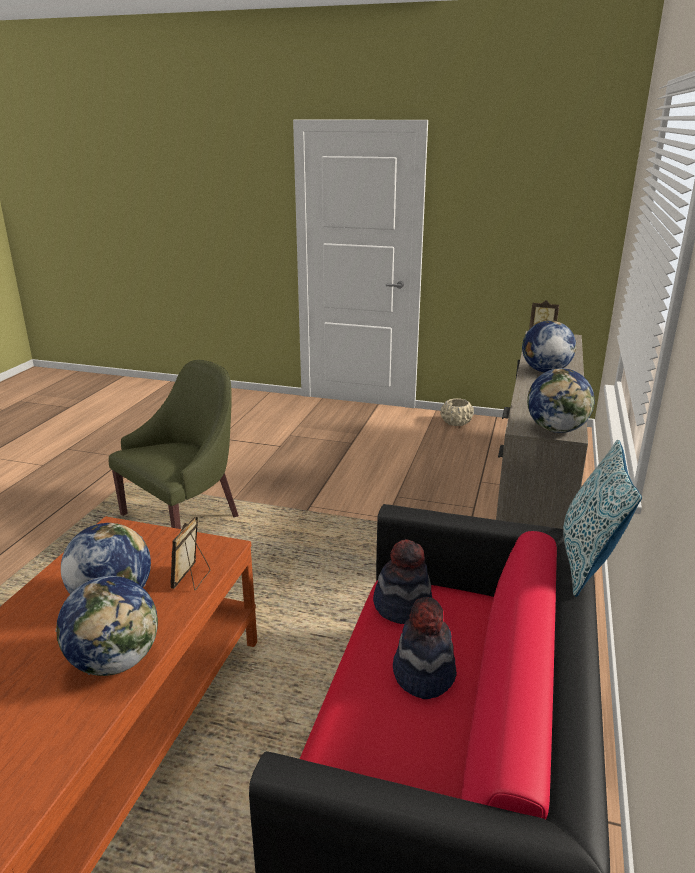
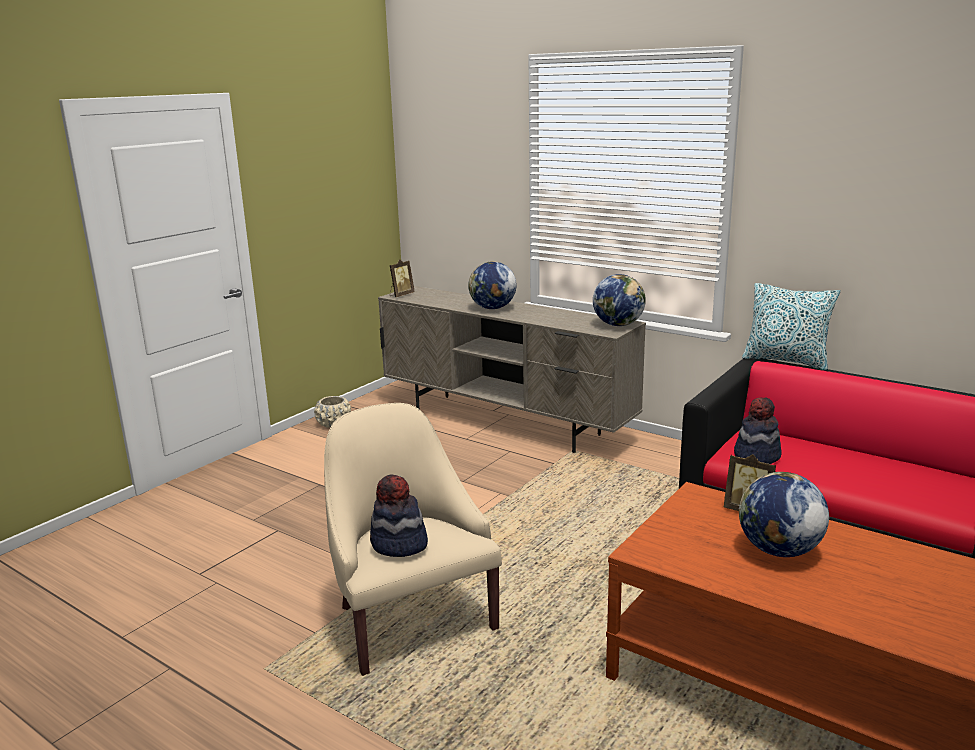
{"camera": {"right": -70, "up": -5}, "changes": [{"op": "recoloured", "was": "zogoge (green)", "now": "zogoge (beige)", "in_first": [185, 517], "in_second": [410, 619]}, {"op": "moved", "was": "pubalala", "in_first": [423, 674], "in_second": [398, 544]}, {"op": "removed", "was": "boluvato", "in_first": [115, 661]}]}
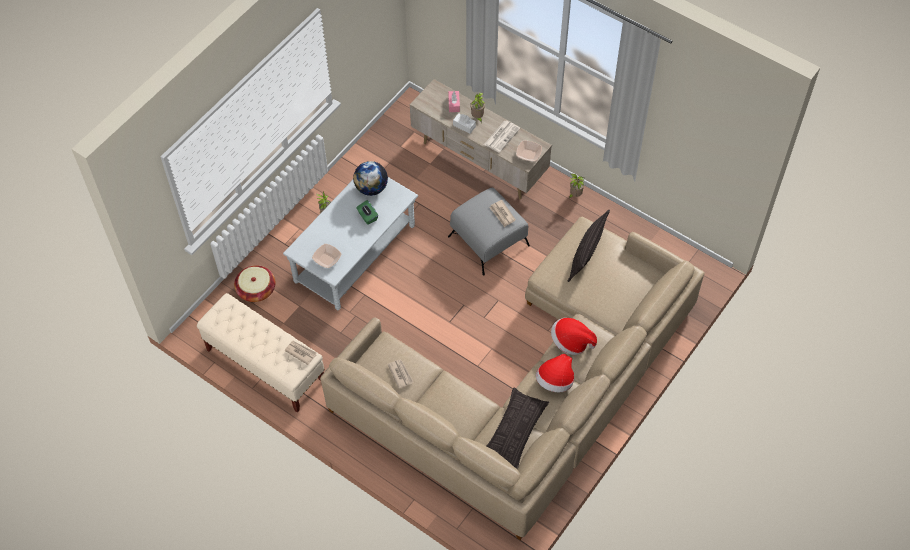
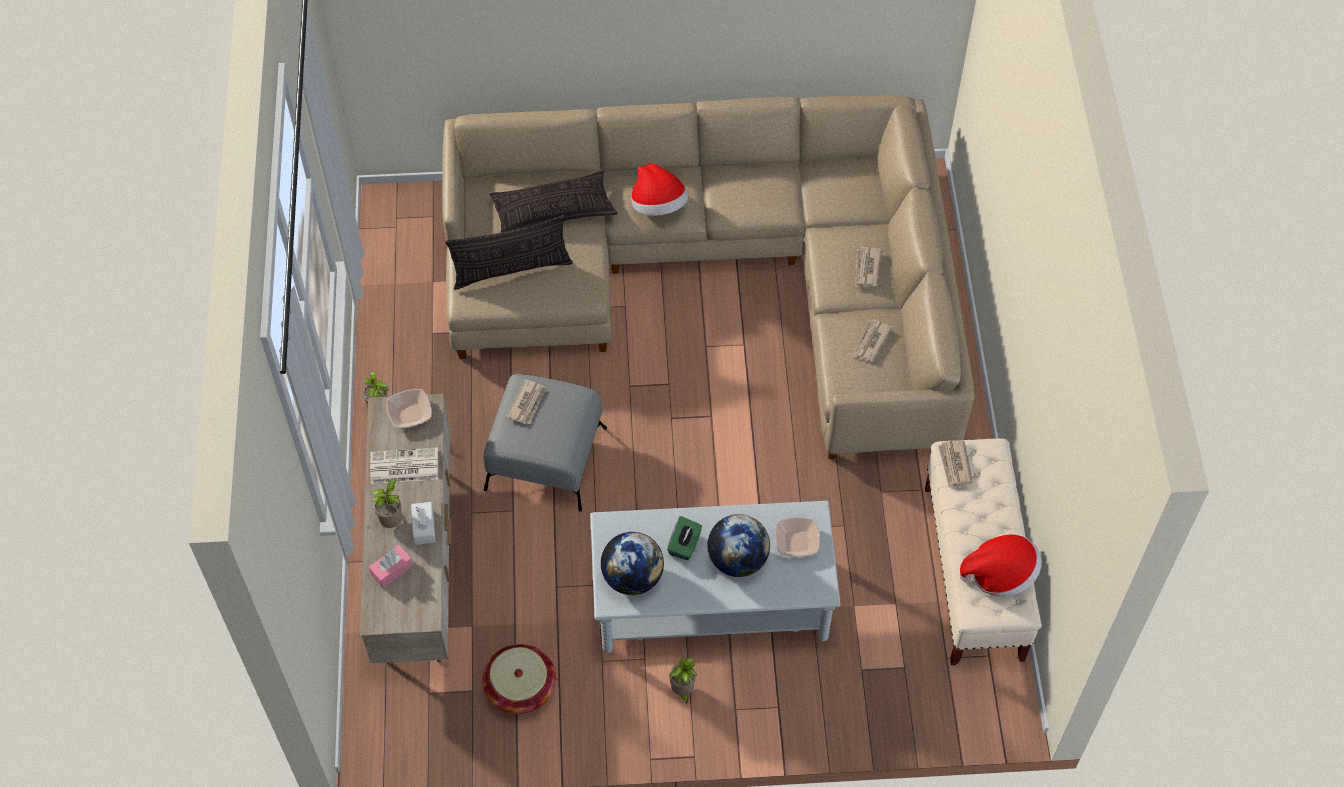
{"camera": {"right": -130, "up": 0}, "changes": [{"op": "moved", "was": "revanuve", "in_first": [256, 290], "in_second": [520, 687]}, {"op": "moved", "was": "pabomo", "in_first": [514, 431], "in_second": [553, 210]}, {"op": "added", "now": "boluvato", "in_second": [737, 560]}, {"op": "added", "now": "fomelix", "in_second": [867, 269]}, {"op": "moved", "was": "pubalala", "in_first": [555, 381], "in_second": [1000, 574]}]}
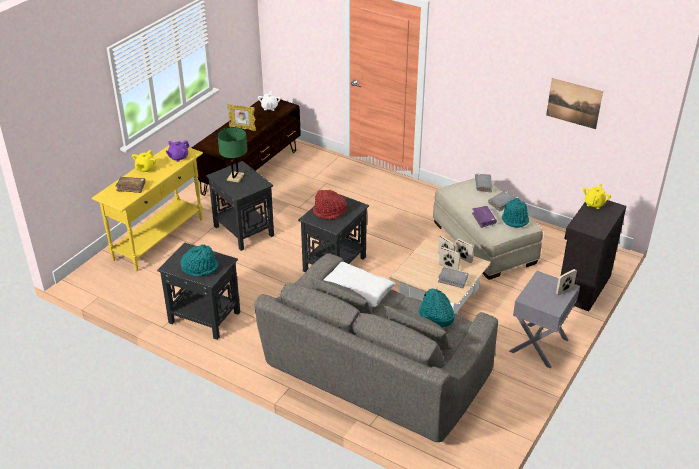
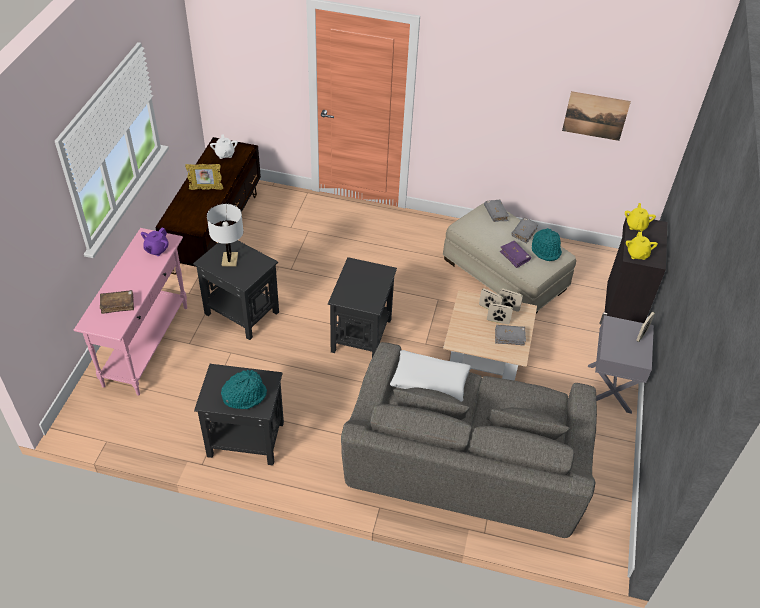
{"camera": {"right": -20, "up": 10}, "changes": [{"op": "recoloured", "was": "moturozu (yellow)", "now": "moturozu (pink)", "in_first": [159, 239], "in_second": [147, 345]}, {"op": "recoloured", "was": "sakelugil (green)", "now": "sakelugil (white)", "in_first": [235, 177], "in_second": [230, 259]}, {"op": "moved", "was": "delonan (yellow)", "in_first": [145, 169], "in_second": [637, 254]}, {"op": "removed", "was": "pubalala (red)", "in_first": [329, 212]}, {"op": "removed", "was": "pubalala (turquoise)", "in_first": [435, 317]}]}
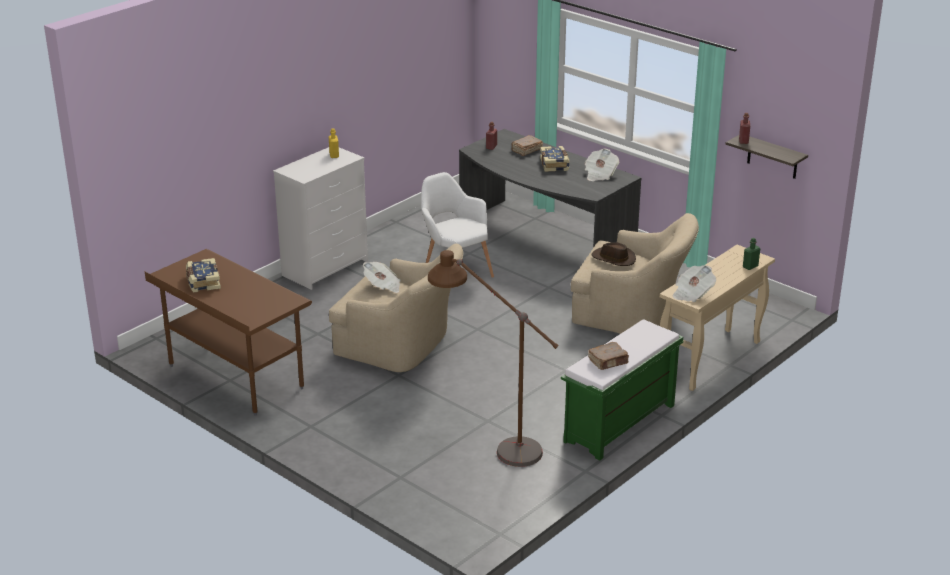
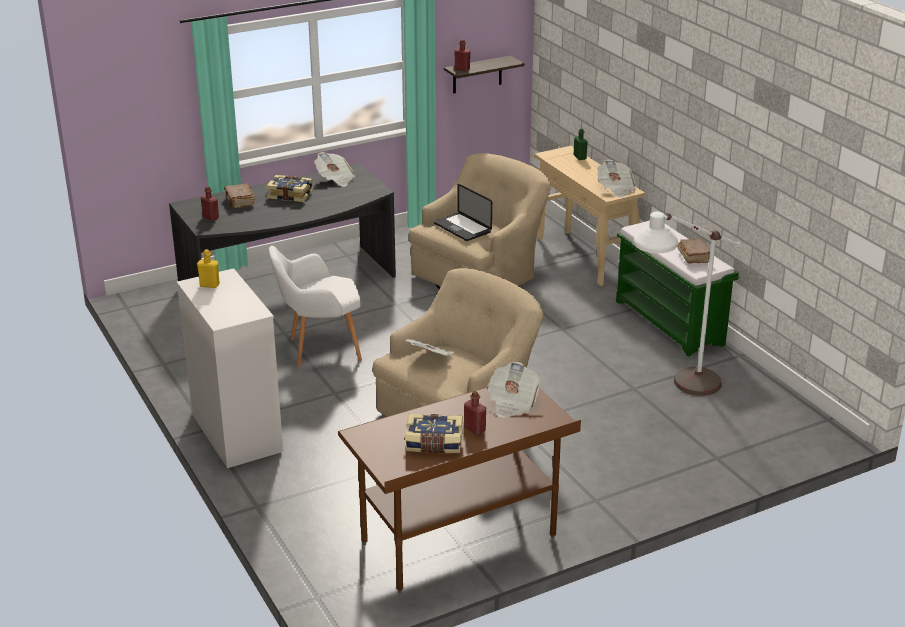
{"camera": {"right": -70, "up": 0}, "changes": [{"op": "replaced", "was": "pubalala (brown)", "now": "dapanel", "in_first": [613, 258], "in_second": [462, 228]}, {"op": "added", "now": "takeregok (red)", "in_second": [474, 429]}, {"op": "added", "now": "fomelix", "in_second": [512, 403]}, {"op": "recoloured", "was": "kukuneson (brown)", "now": "kukuneson (white)", "in_first": [490, 443], "in_second": [675, 394]}]}
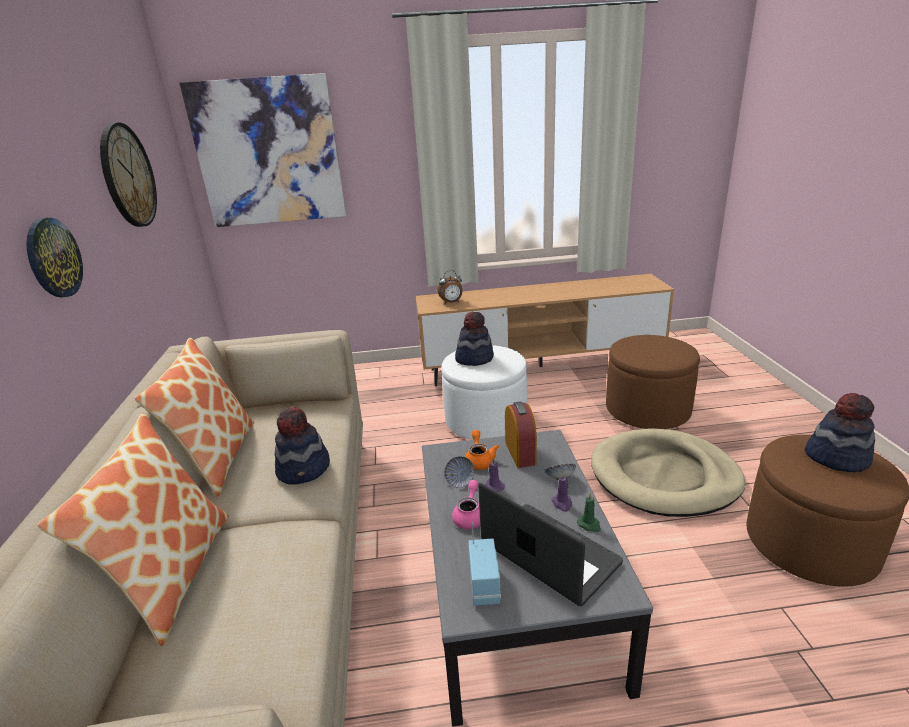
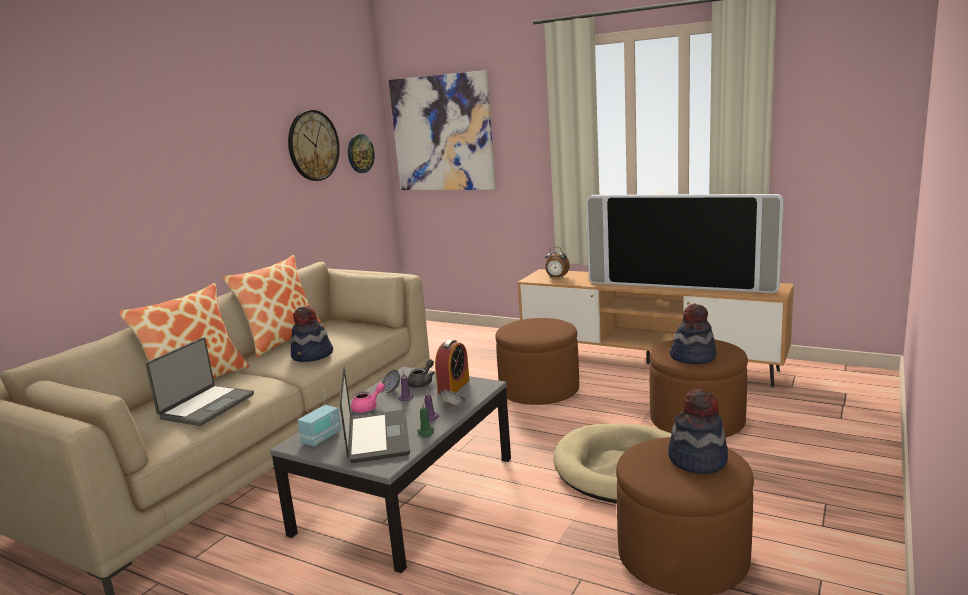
{"camera": {"right": 35, "up": -10}, "changes": [{"op": "added", "now": "dapanel", "in_second": [206, 406]}, {"op": "moved", "was": "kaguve", "in_first": [53, 258], "in_second": [360, 153]}, {"op": "recoloured", "was": "delonan (orange)", "now": "delonan (grey)", "in_first": [479, 460], "in_second": [422, 383]}, {"op": "recoloured", "was": "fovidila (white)", "now": "fovidila (brown)", "in_first": [486, 420], "in_second": [539, 390]}, {"op": "added", "now": "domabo", "in_second": [680, 285]}, {"op": "moved", "was": "pubalala", "in_first": [474, 358], "in_second": [693, 357]}]}
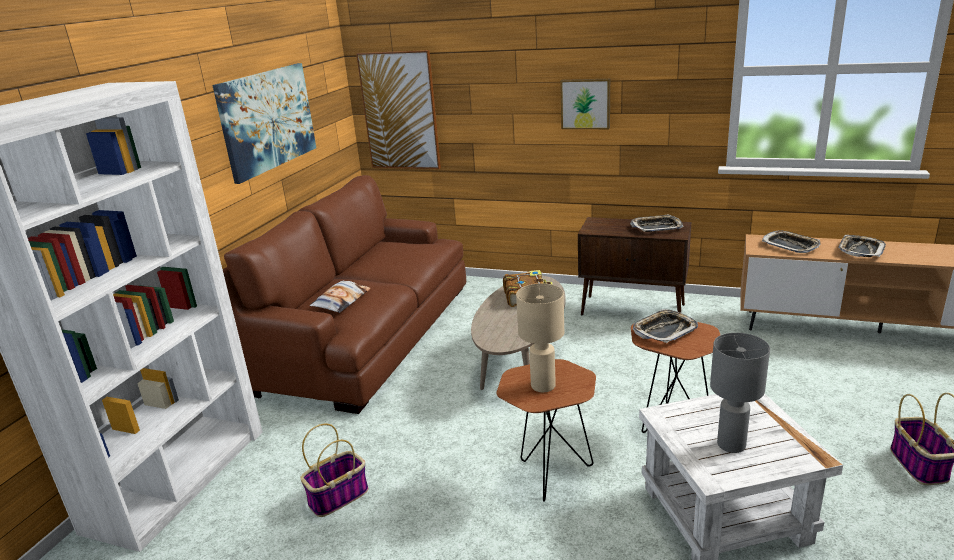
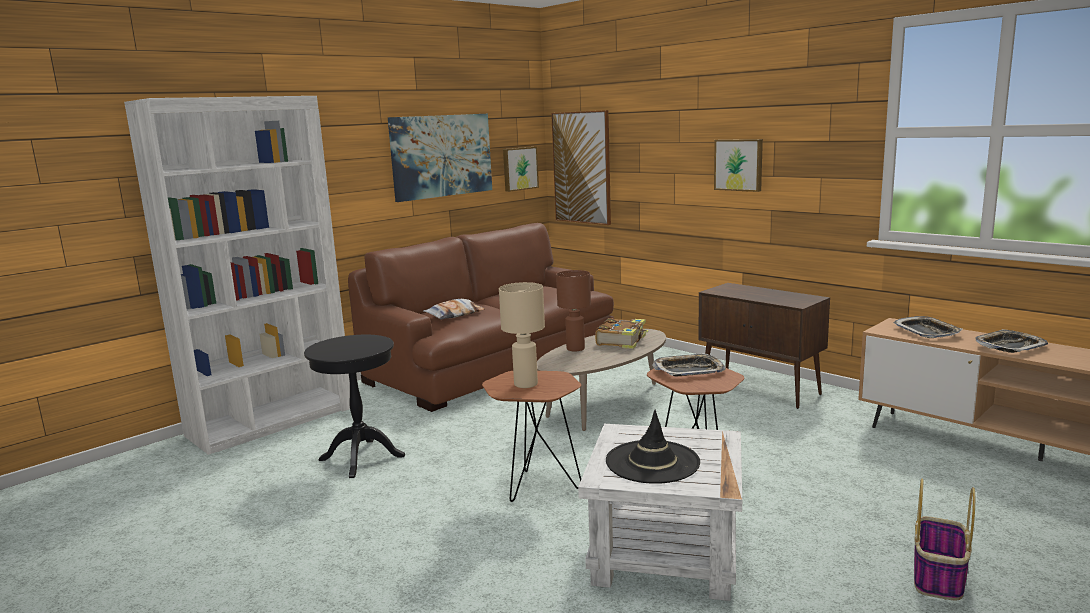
{"camera": {"right": 25, "up": -10}, "changes": [{"op": "replaced", "was": "revanuve", "now": "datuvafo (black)", "in_first": [338, 496], "in_second": [362, 458]}, {"op": "added", "now": "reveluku", "in_second": [519, 168]}, {"op": "added", "now": "sakelugil (brown)", "in_second": [575, 349]}, {"op": "replaced", "was": "sakelugil (grey)", "now": "pubalala (black)", "in_first": [731, 444], "in_second": [652, 462]}, {"op": "removed", "was": "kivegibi", "in_first": [656, 227]}]}
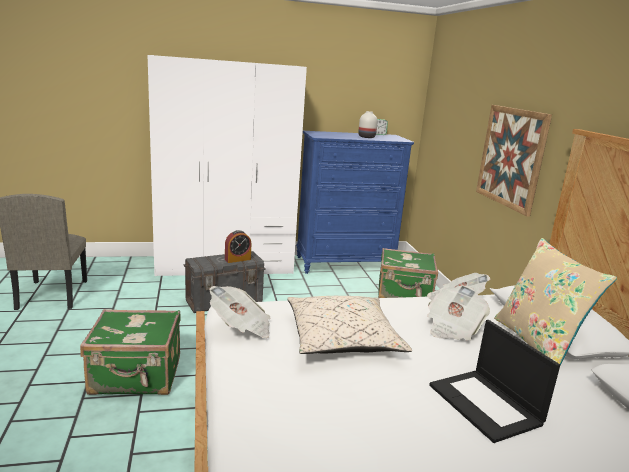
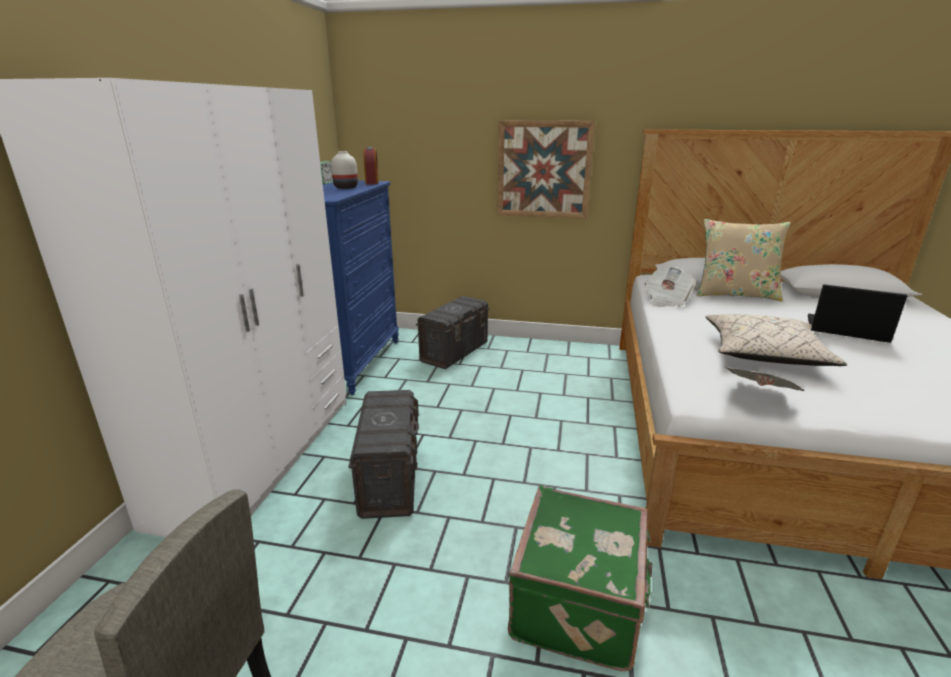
{"camera": {"right": -65, "up": 5}, "changes": [{"op": "moved", "was": "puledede", "in_first": [237, 259], "in_second": [372, 182]}, {"op": "replaced", "was": "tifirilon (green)", "now": "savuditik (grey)", "in_first": [404, 295], "in_second": [455, 352]}, {"op": "turned", "was": "dapanel", "in_first": [486, 405], "in_second": [845, 329], "clockwise": -150}, {"op": "removed", "was": "fomelix", "in_first": [452, 328]}]}
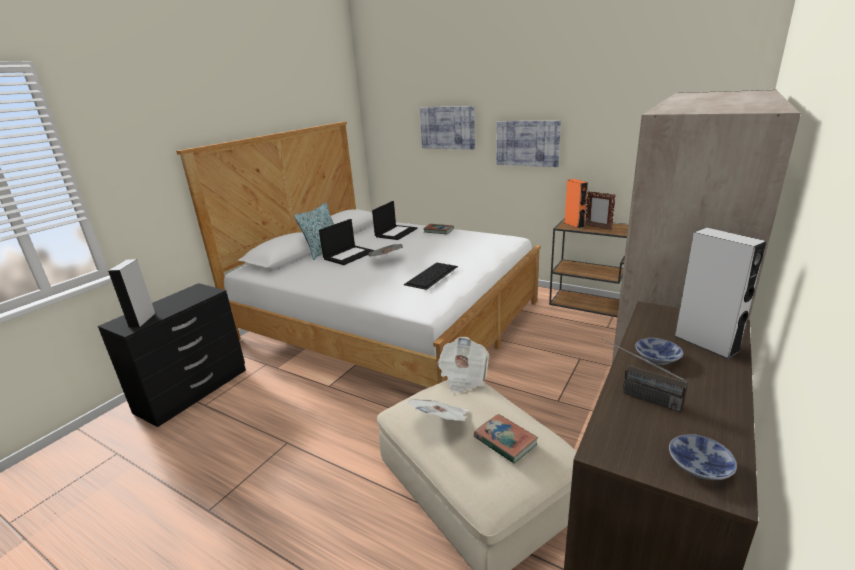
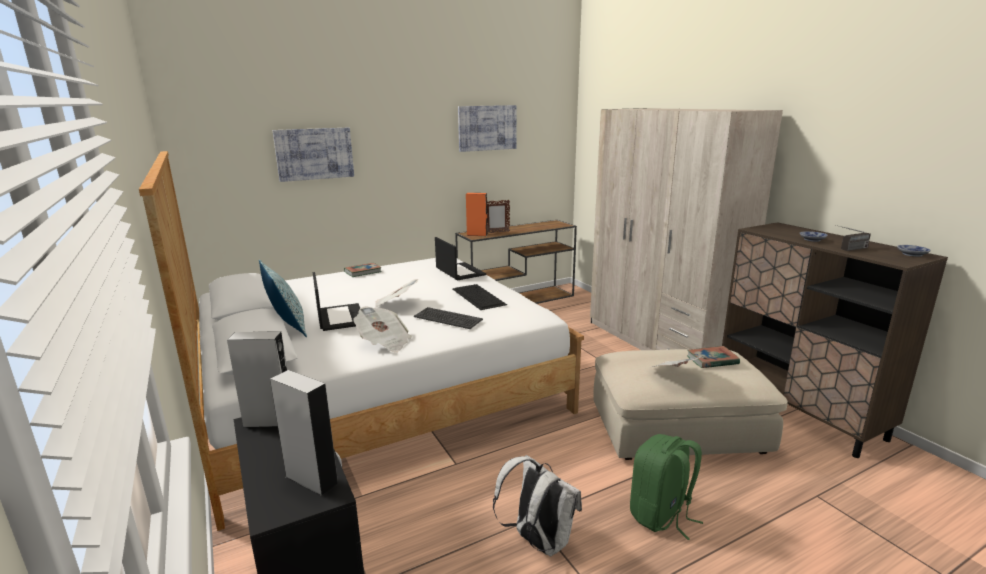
{"camera": {"right": -60, "up": -5}, "changes": [{"op": "moved", "was": "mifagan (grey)", "in_first": [706, 343], "in_second": [269, 422]}, {"op": "moved", "was": "fomelix", "in_first": [463, 377], "in_second": [384, 342]}, {"op": "added", "now": "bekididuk", "in_second": [447, 319]}, {"op": "moved", "was": "dapanel", "in_first": [396, 232], "in_second": [459, 271]}, {"op": "moved", "was": "reveluku", "in_first": [527, 143], "in_second": [487, 128]}, {"op": "added", "now": "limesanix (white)", "in_second": [538, 541]}, {"op": "added", "now": "limesanix (green)", "in_second": [661, 515]}]}
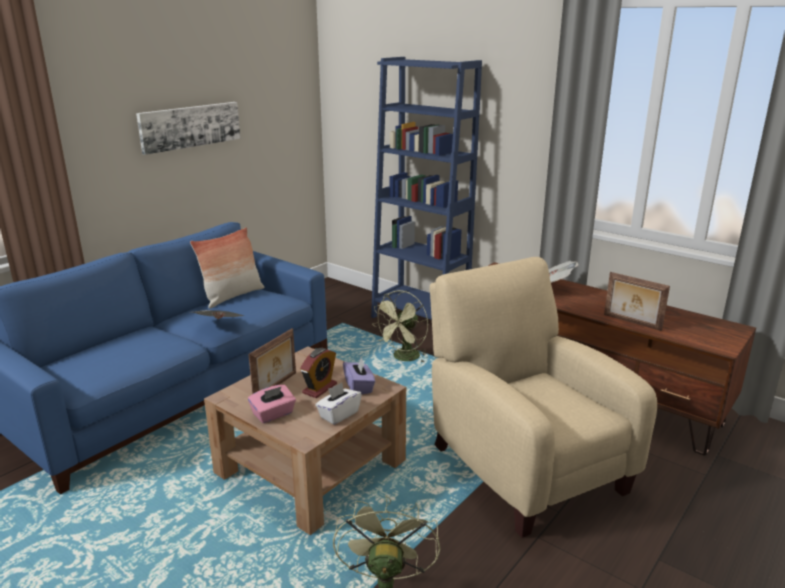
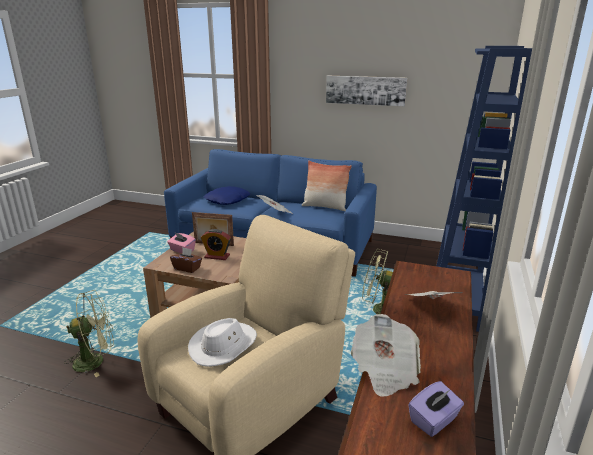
{"camera": {"right": 70, "up": 0}, "changes": [{"op": "recoloured", "was": "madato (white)", "now": "madato (brown)", "in_first": [338, 414], "in_second": [187, 268]}, {"op": "added", "now": "pubalala (white)", "in_second": [223, 345]}, {"op": "added", "now": "pabomo (blue)", "in_second": [227, 200]}, {"op": "replaced", "was": "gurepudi", "now": "fomelix", "in_first": [631, 322], "in_second": [384, 370]}, {"op": "moved", "was": "madato (purple)", "in_first": [359, 387], "in_second": [434, 421]}]}
